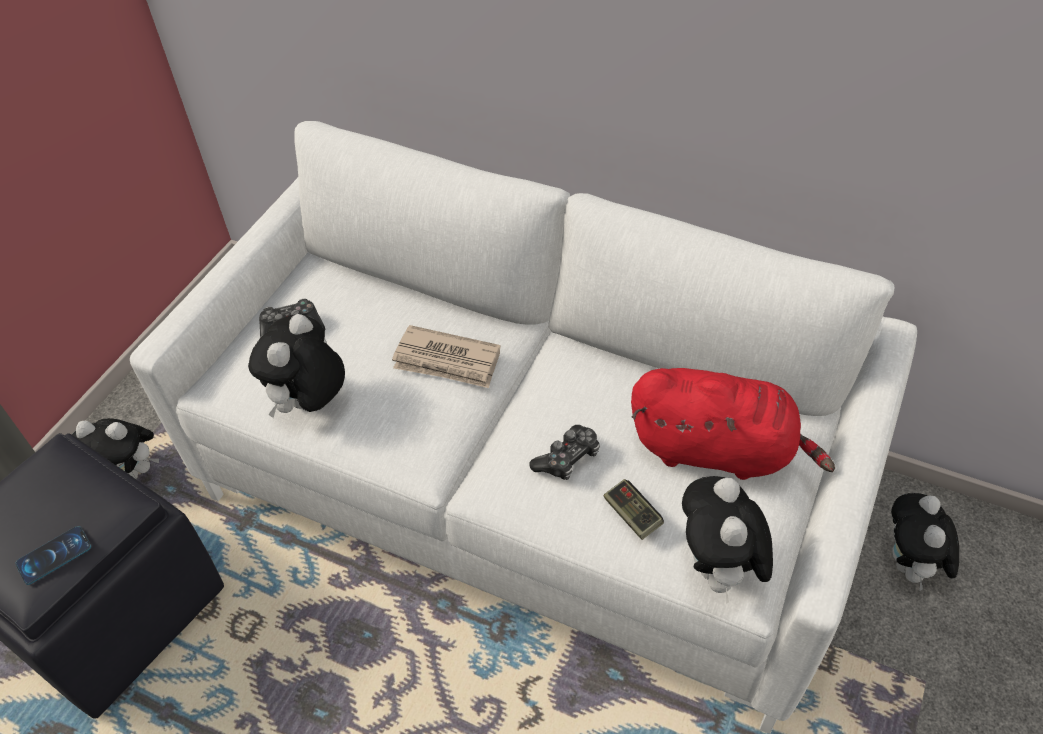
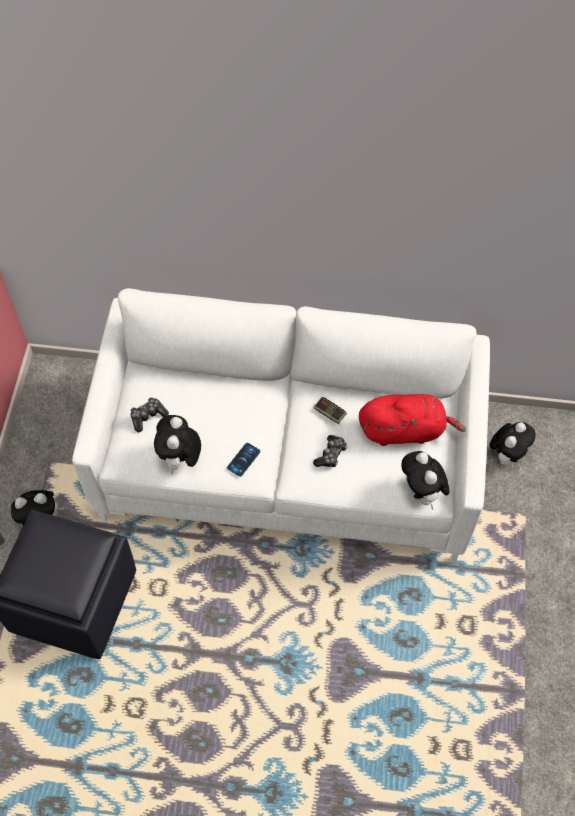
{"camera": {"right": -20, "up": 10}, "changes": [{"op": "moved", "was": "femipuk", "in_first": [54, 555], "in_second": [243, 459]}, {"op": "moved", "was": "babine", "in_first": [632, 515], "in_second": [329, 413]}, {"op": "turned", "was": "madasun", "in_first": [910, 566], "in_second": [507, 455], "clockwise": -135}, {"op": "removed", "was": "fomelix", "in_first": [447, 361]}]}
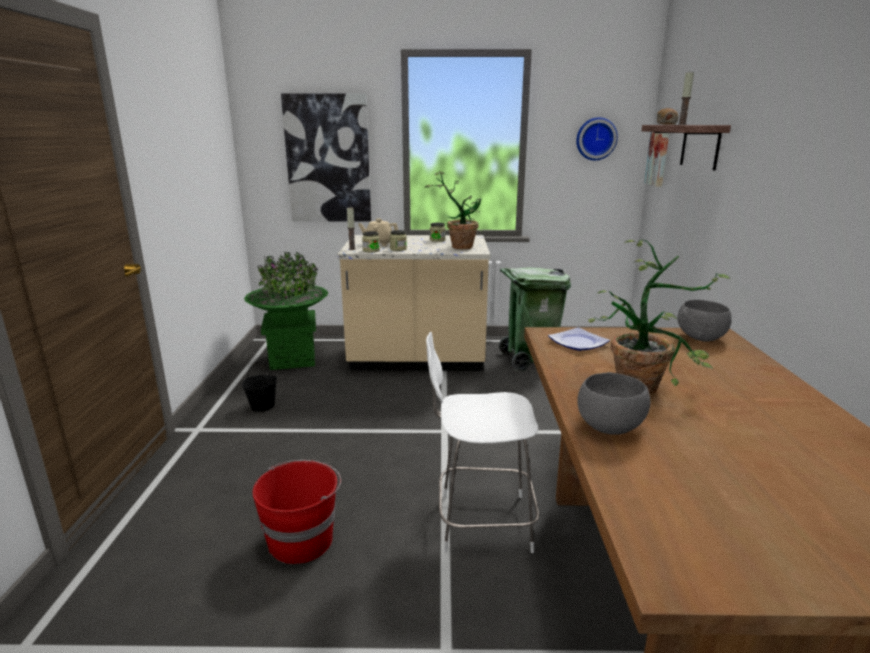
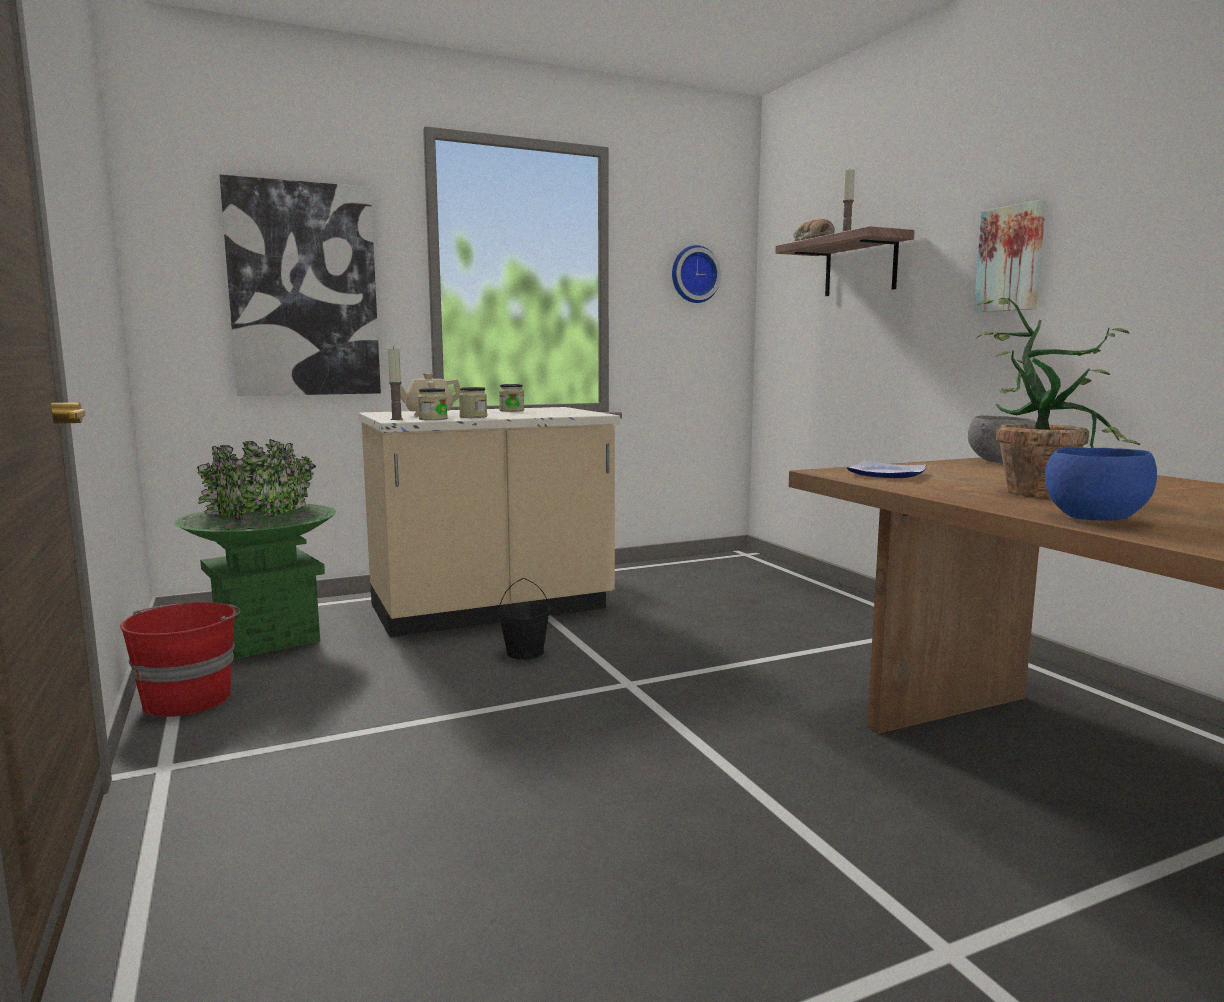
{"camera": {"right": -25, "up": -10}, "changes": [{"op": "moved", "was": "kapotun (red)", "in_first": [302, 540], "in_second": [188, 699]}, {"op": "moved", "was": "kapotun (black)", "in_first": [263, 406], "in_second": [525, 653]}, {"op": "moved", "was": "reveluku", "in_first": [659, 157], "in_second": [1011, 259]}, {"op": "recoloured", "was": "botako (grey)", "now": "botako (blue)", "in_first": [609, 427], "in_second": [1095, 519]}, {"op": "removed", "was": "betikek", "in_first": [459, 246]}, {"op": "removed", "was": "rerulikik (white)", "in_first": [480, 522]}, {"op": "removed", "was": "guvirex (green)", "in_first": [529, 360]}]}
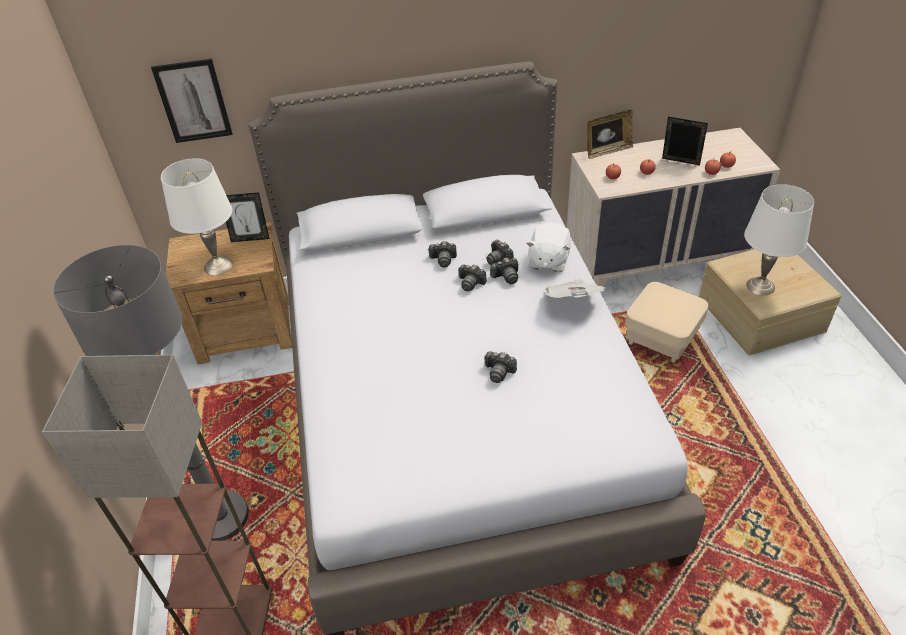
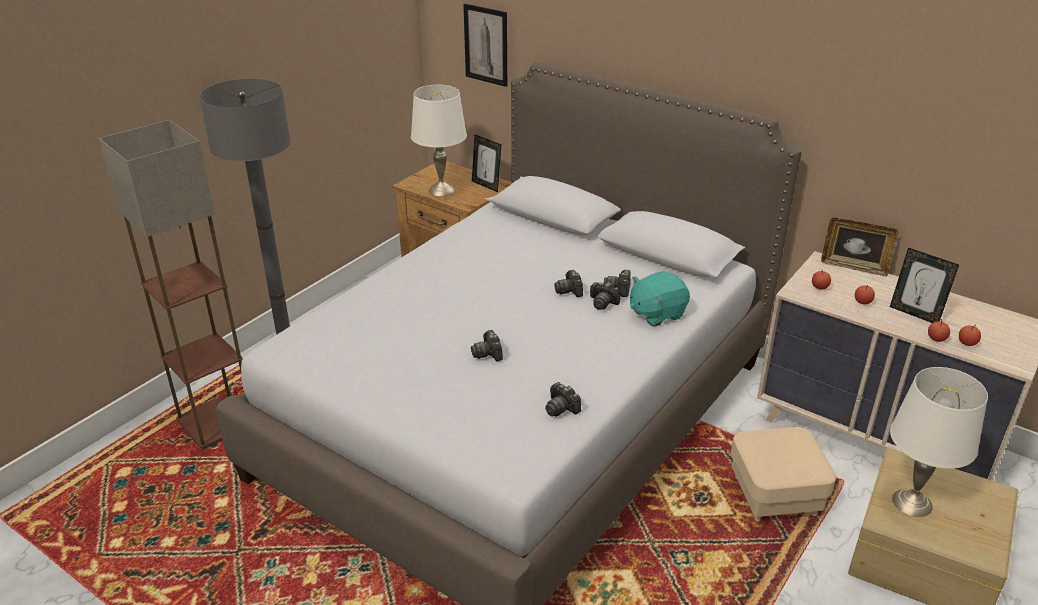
{"camera": {"right": 45, "up": -10}, "changes": [{"op": "moved", "was": "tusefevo", "in_first": [443, 260], "in_second": [561, 408]}, {"op": "recoloured", "was": "madasun (white)", "now": "madasun (turquoise)", "in_first": [548, 261], "in_second": [656, 313]}, {"op": "turned", "was": "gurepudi", "in_first": [680, 163], "in_second": [915, 314], "clockwise": 150}, {"op": "removed", "was": "fomelix", "in_first": [573, 301]}]}
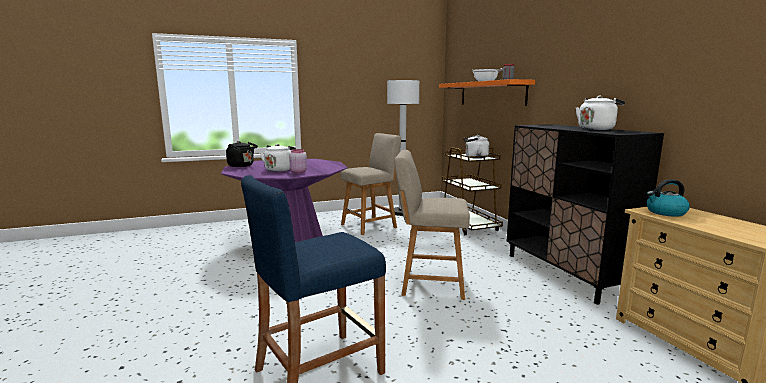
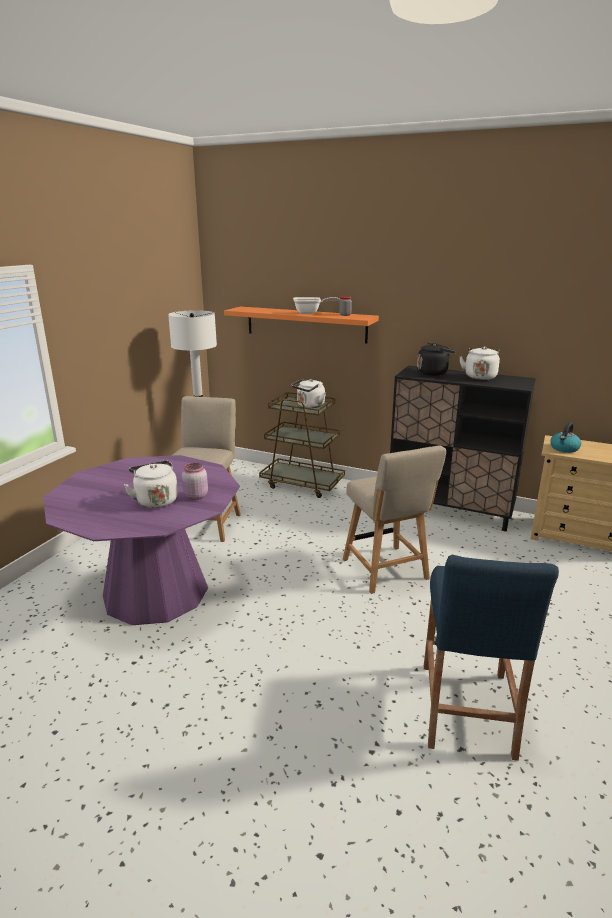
{"camera": {"right": -45, "up": 10}, "changes": [{"op": "turned", "was": "rerulikik (beige)", "in_first": [429, 283], "in_second": [387, 571], "clockwise": -75}, {"op": "moved", "was": "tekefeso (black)", "in_first": [242, 166], "in_second": [433, 373]}]}
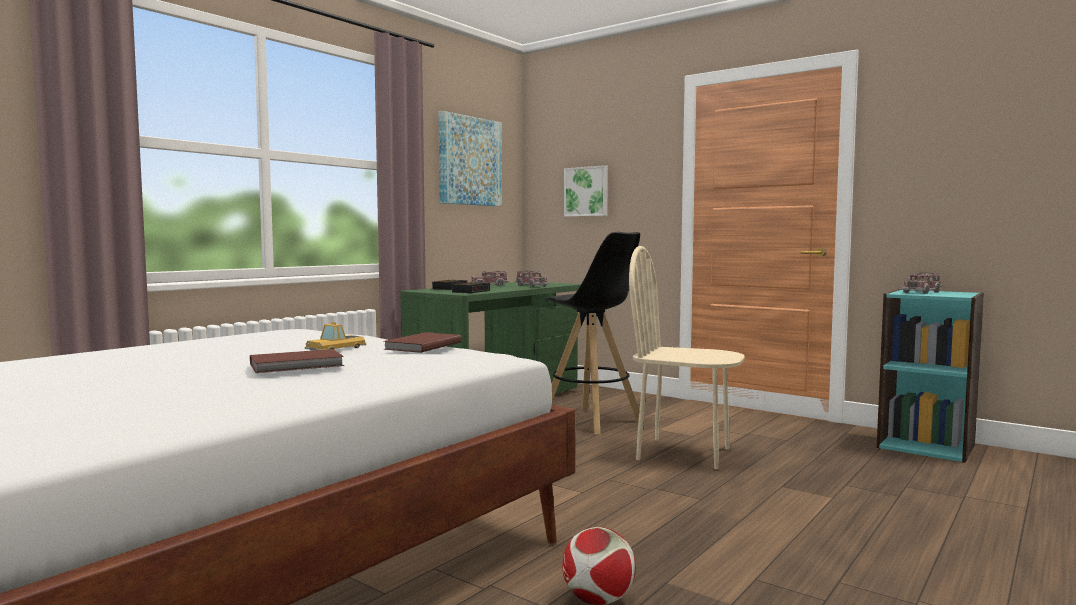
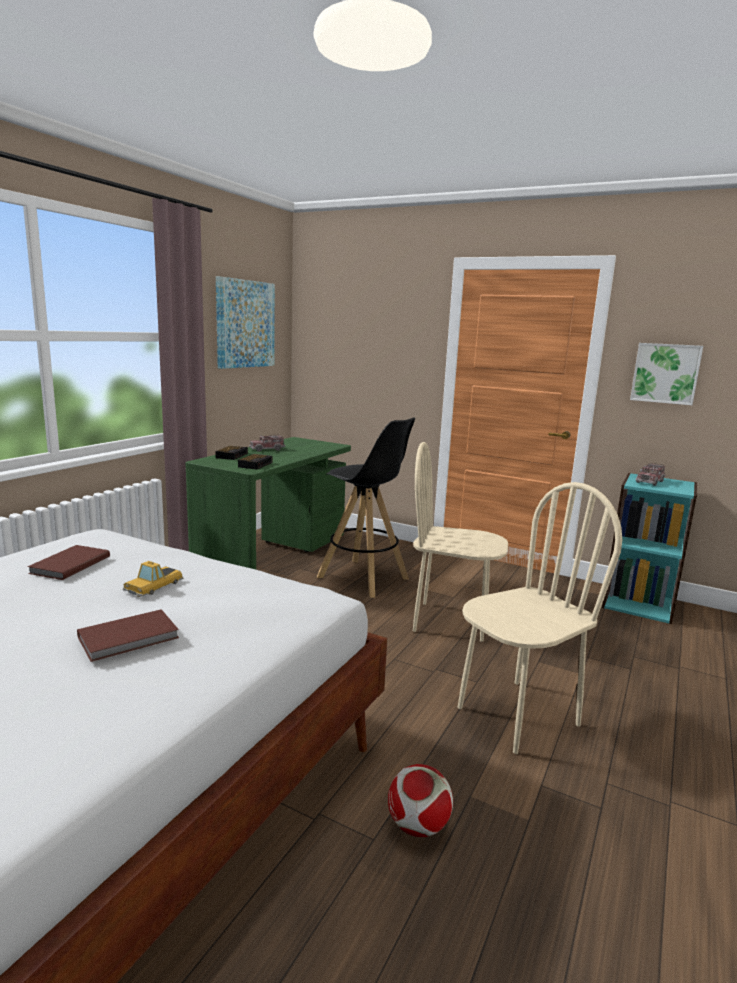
{"camera": {"right": -10, "up": 10}, "changes": [{"op": "moved", "was": "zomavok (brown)", "in_first": [421, 346], "in_second": [68, 565]}, {"op": "added", "now": "rerulikik (beige)", "in_second": [517, 715]}, {"op": "moved", "was": "reveluku", "in_first": [587, 191], "in_second": [665, 373]}, {"op": "removed", "was": "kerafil", "in_first": [531, 286]}]}
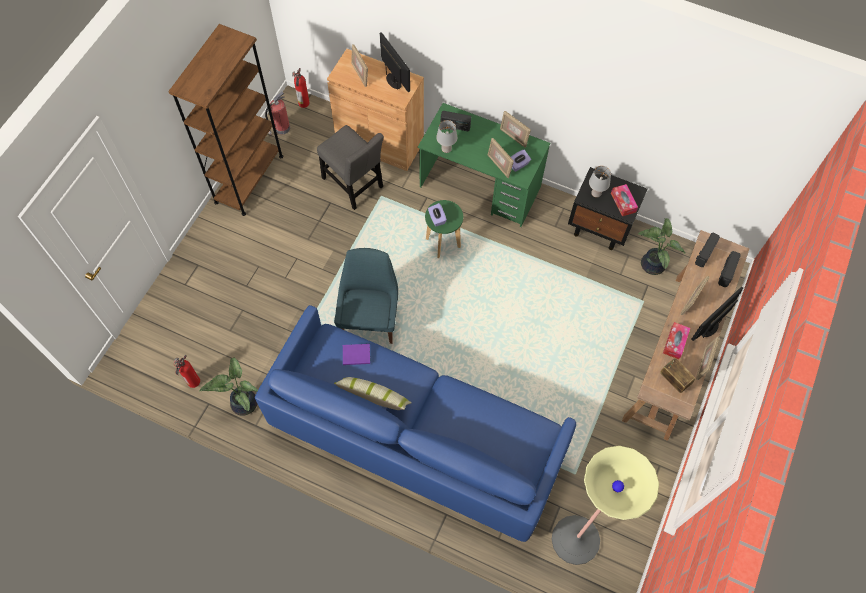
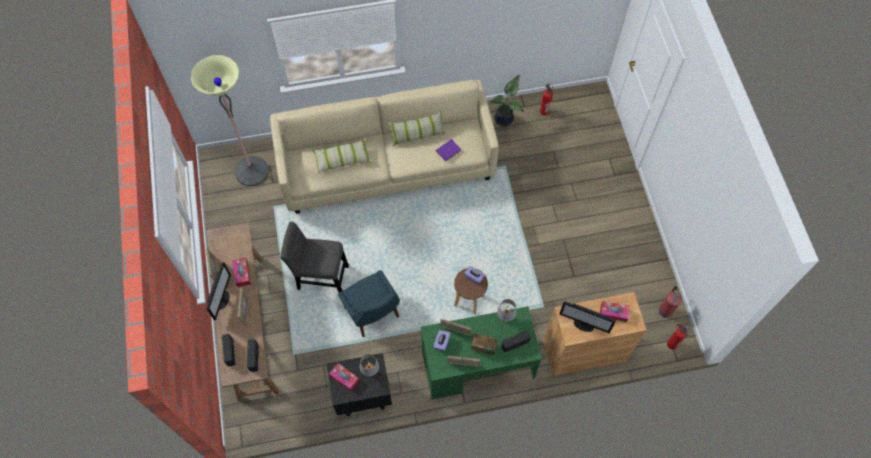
{"camera": {"right": 145, "up": 0}, "changes": [{"op": "recoloured", "was": "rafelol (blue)", "now": "rafelol (beige)", "in_first": [415, 437], "in_second": [386, 165]}, {"op": "moved", "was": "rerulikik (grey)", "in_first": [354, 185], "in_second": [320, 276]}, {"op": "added", "now": "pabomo", "in_second": [343, 159]}, {"op": "moved", "was": "rerulikik (blue)", "in_first": [370, 319], "in_second": [373, 314]}, {"op": "recoloured", "was": "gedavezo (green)", "now": "gedavezo (brown)", "in_first": [443, 243], "in_second": [469, 300]}, {"op": "moved", "was": "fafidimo", "in_first": [674, 380], "in_second": [483, 347]}, {"op": "replaced", "was": "gurepudi", "now": "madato", "in_first": [360, 74], "in_second": [613, 313]}, {"op": "removed", "was": "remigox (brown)", "in_first": [249, 179]}, {"op": "removed", "was": "betikek", "in_first": [651, 264]}]}
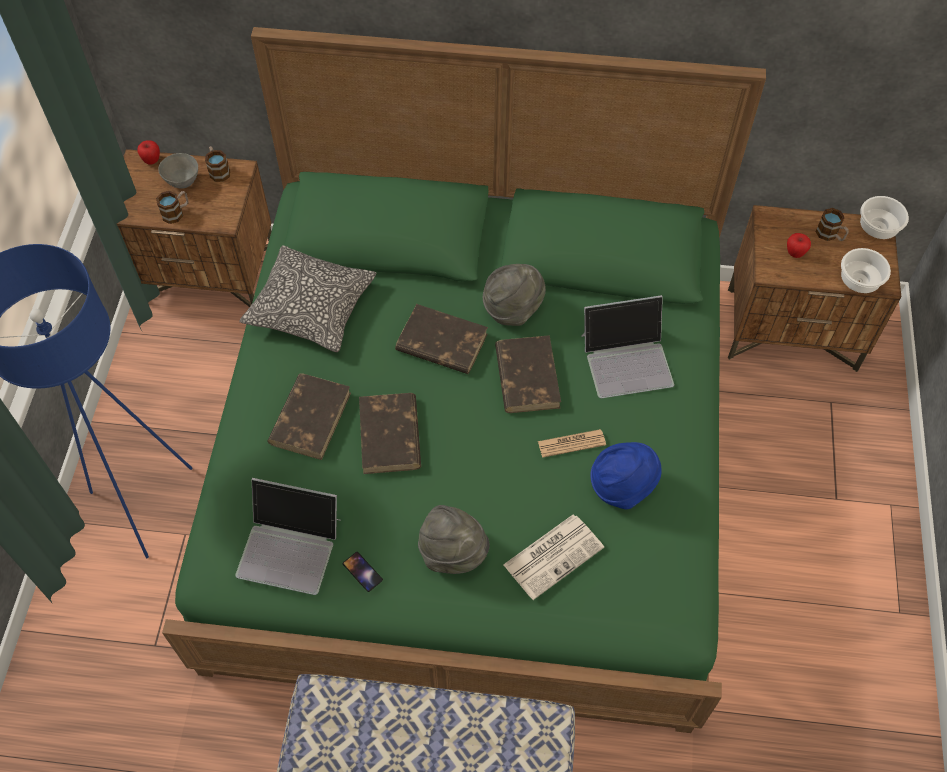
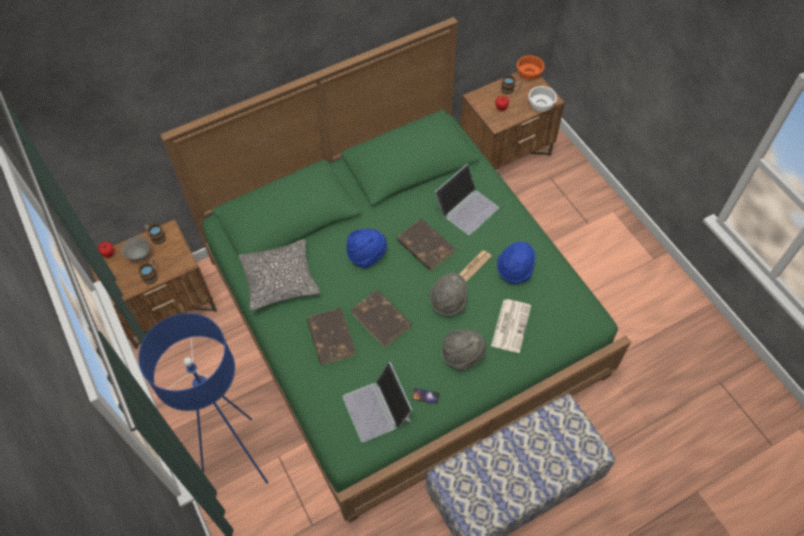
{"camera": {"right": -35, "up": 0}, "changes": [{"op": "turned", "was": "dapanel", "in_first": [290, 546], "in_second": [377, 409], "clockwise": 90}, {"op": "replaced", "was": "zomavok (brown)", "now": "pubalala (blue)", "in_first": [441, 342], "in_second": [366, 256]}, {"op": "moved", "was": "pubalala (grey)", "in_first": [512, 308], "in_second": [448, 303]}, {"op": "recoloured", "was": "botako (white)", "now": "botako (orange)", "in_first": [877, 227], "in_second": [528, 74]}]}
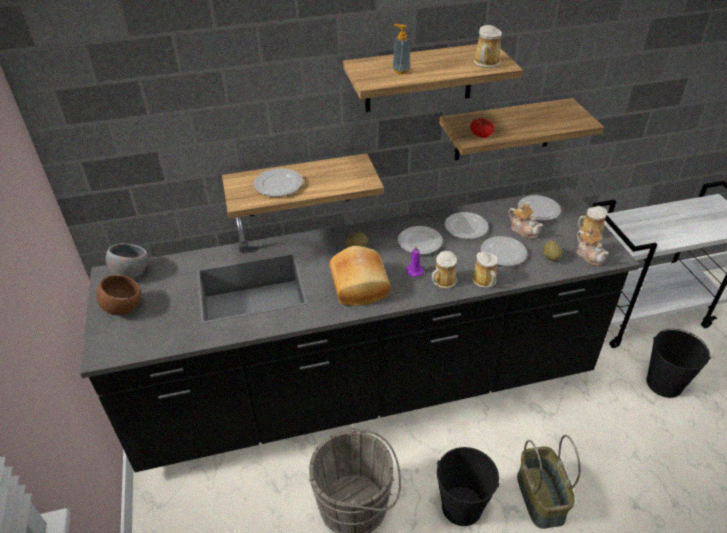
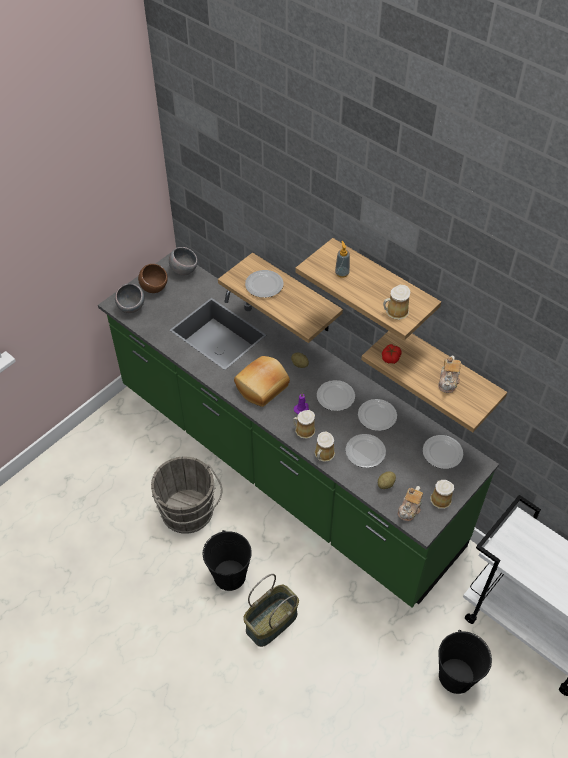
{"camera": {"right": 55, "up": 10}, "changes": [{"op": "recoloured", "was": "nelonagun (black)", "now": "nelonagun (green)", "in_first": [366, 388], "in_second": [284, 466]}, {"op": "added", "now": "botako (grey)", "in_second": [131, 307]}, {"op": "moved", "was": "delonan", "in_first": [524, 230], "in_second": [448, 381]}]}
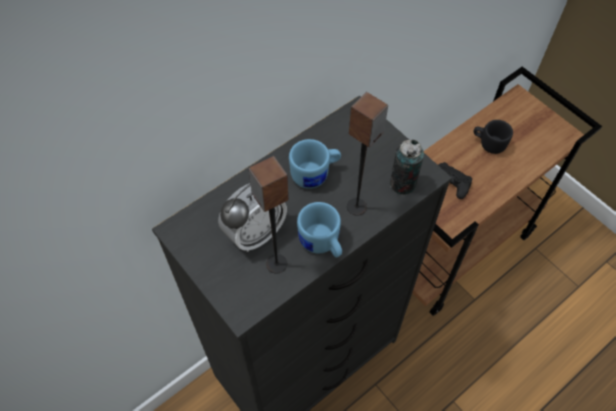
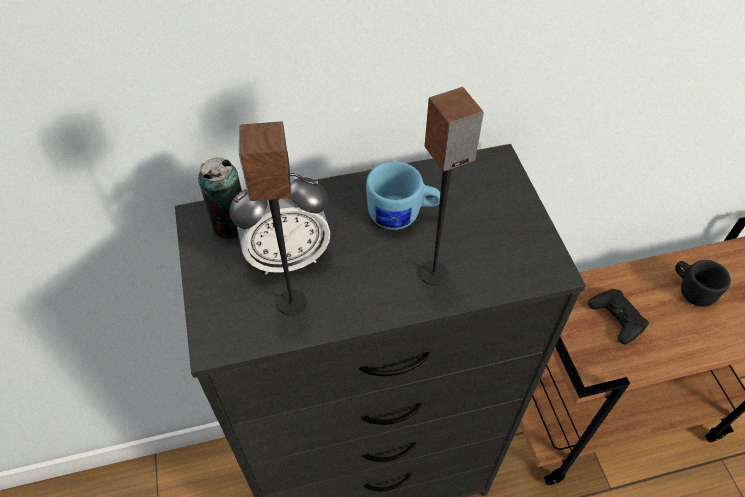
{"camera": {"right": 25, "up": -5}, "changes": [{"op": "moved", "was": "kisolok", "in_first": [402, 184], "in_second": [231, 225]}, {"op": "removed", "was": "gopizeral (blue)", "in_first": [321, 244]}]}
